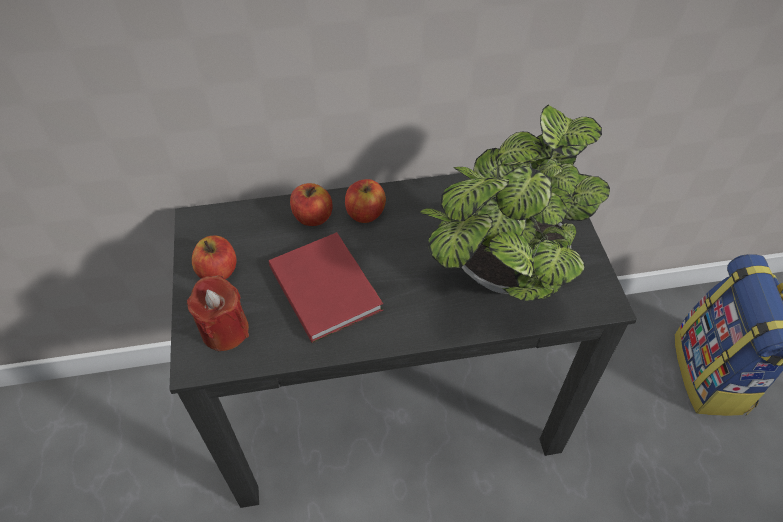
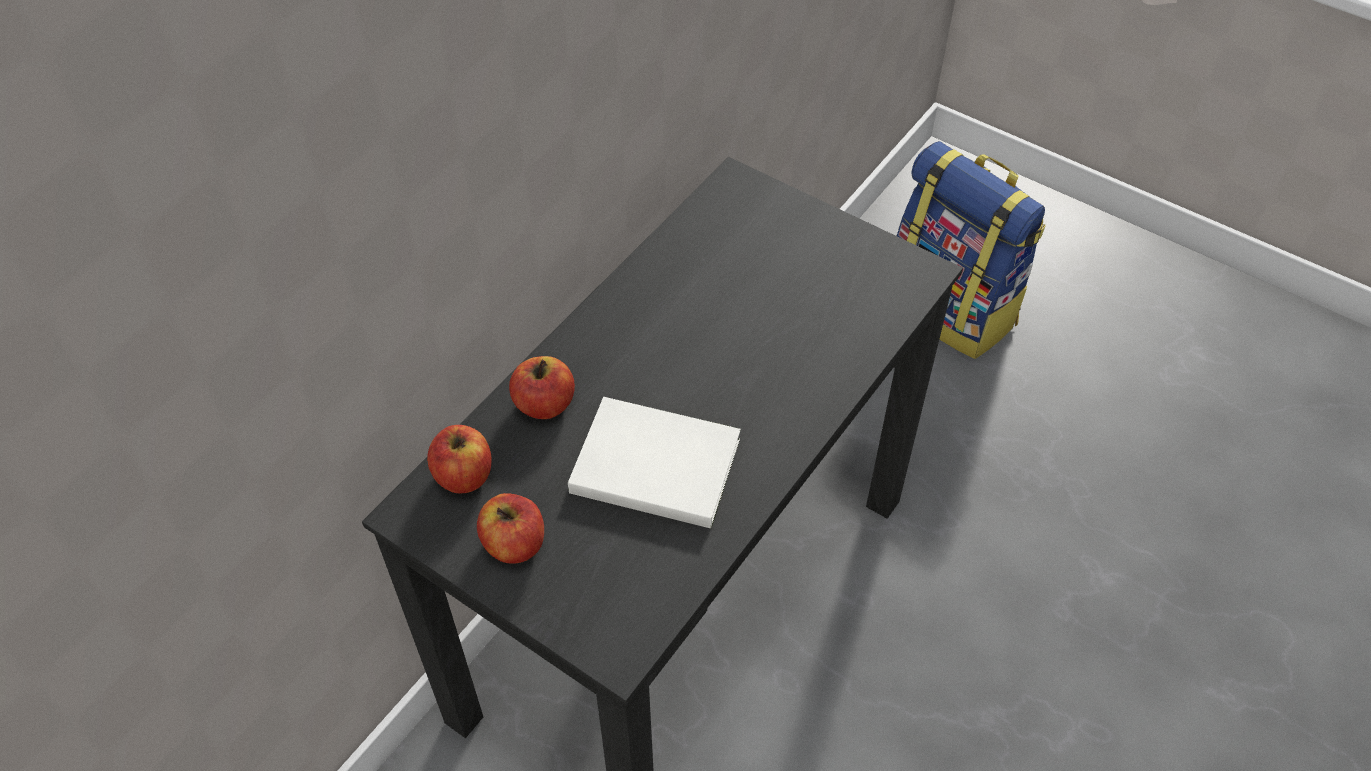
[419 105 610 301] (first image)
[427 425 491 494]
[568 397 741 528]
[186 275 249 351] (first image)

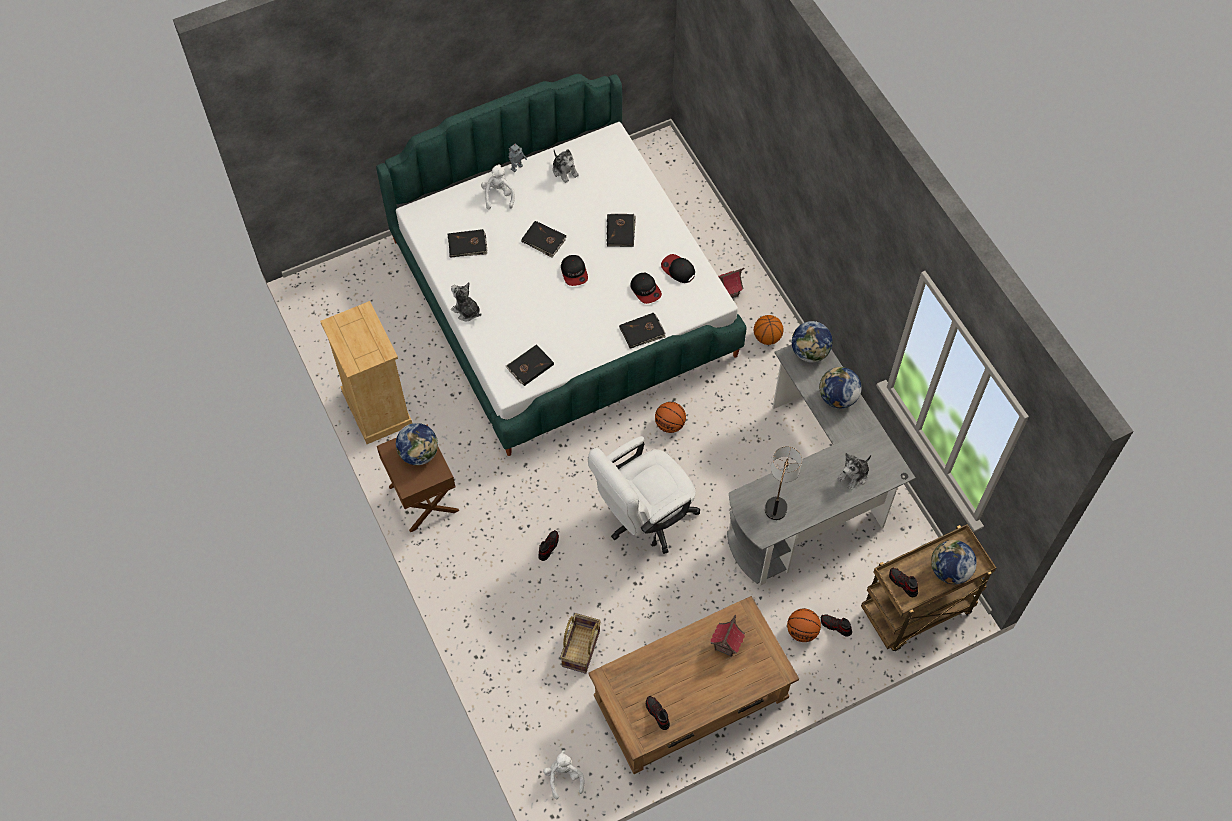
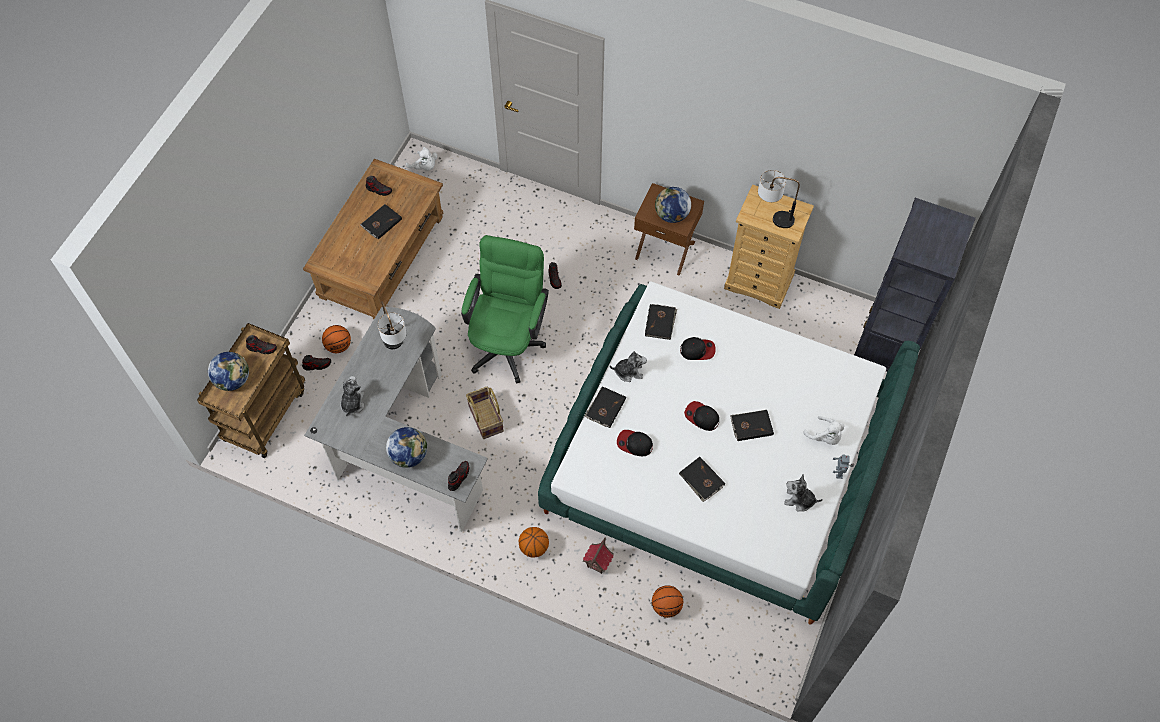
[360 204 402 240]
[680 337 716 360]
[610 351 647 382]
[448 461 469 491]
[652 585 683 618]
[461 235 549 384]
[466 387 504 439]
[711 615 745 657] (first image)
[758 170 800 228]
[854 198 976 372]

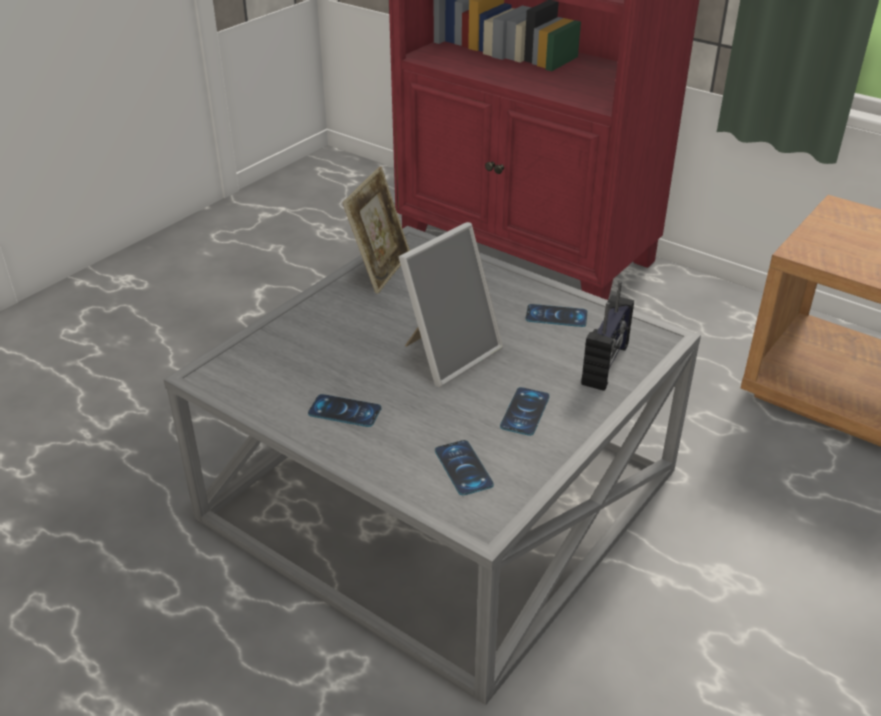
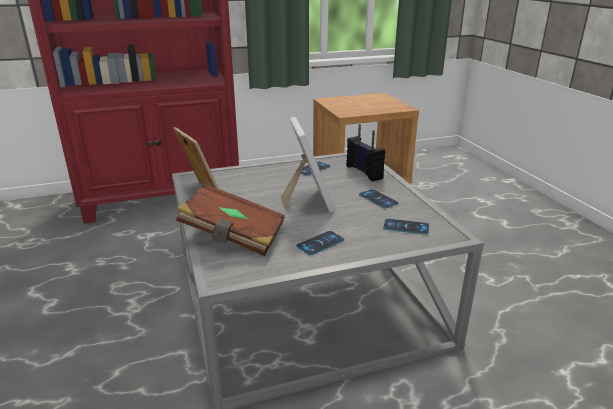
[176 184 285 256]

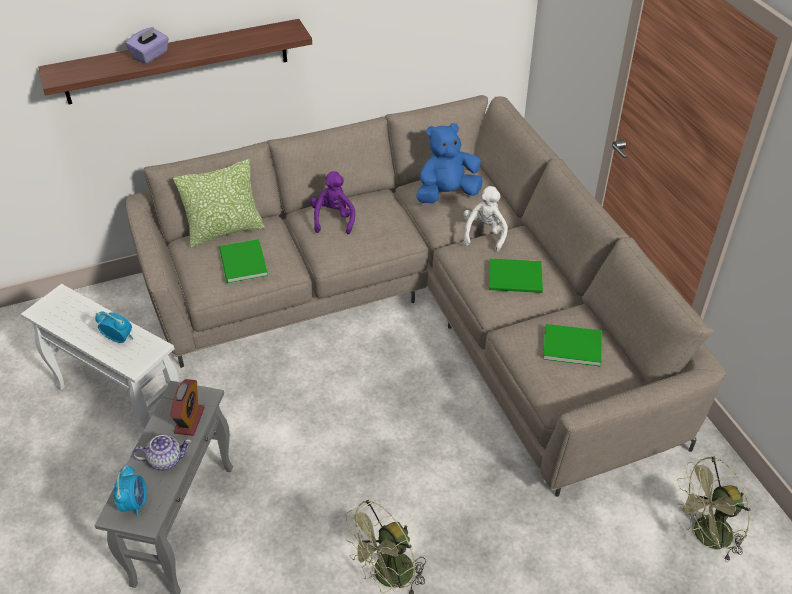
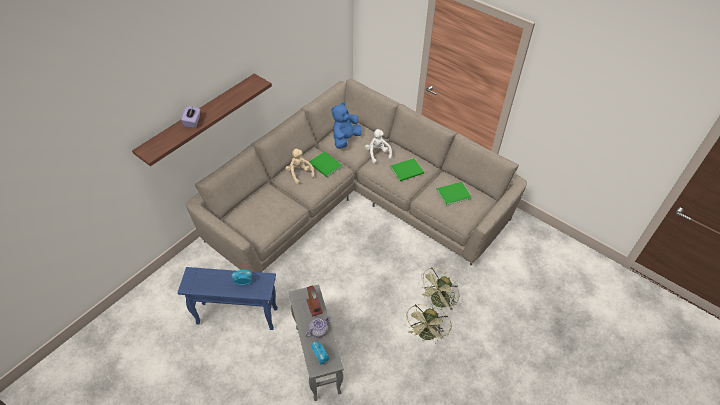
[173 159 265 248] (first image)
[285 148 314 184]
[309 151 342 177]
[177 267 278 330]
[418 267 460 311]

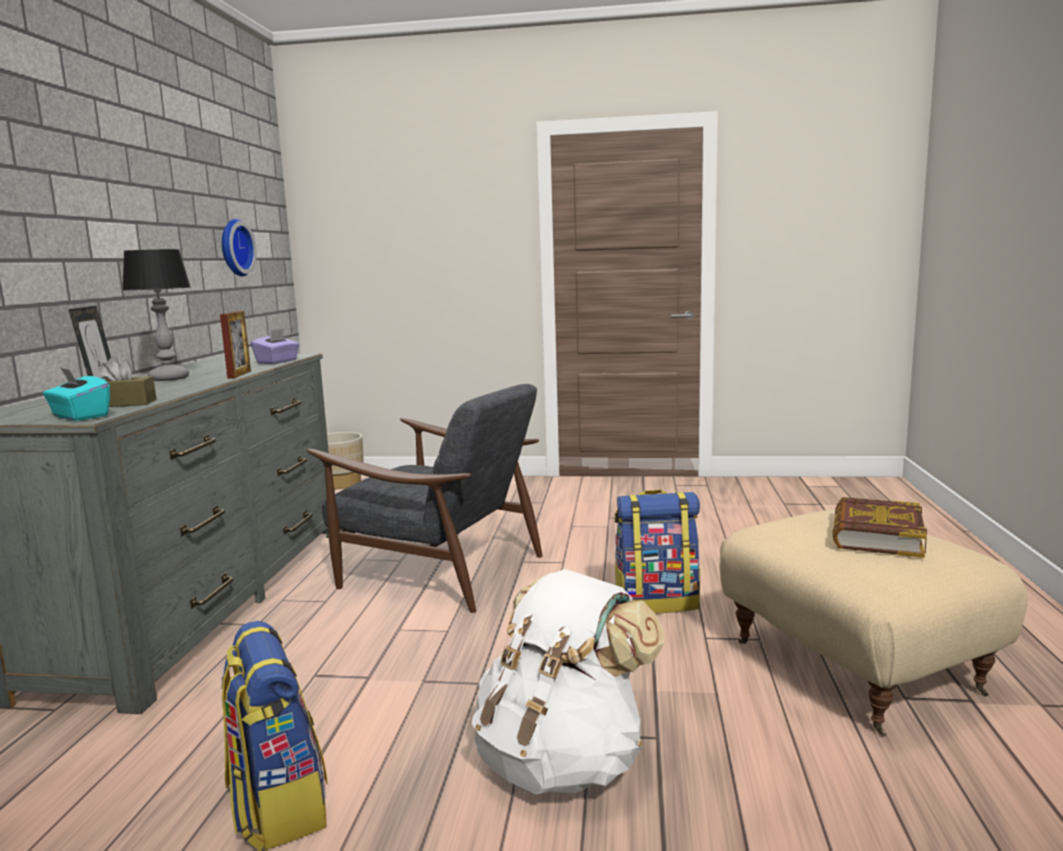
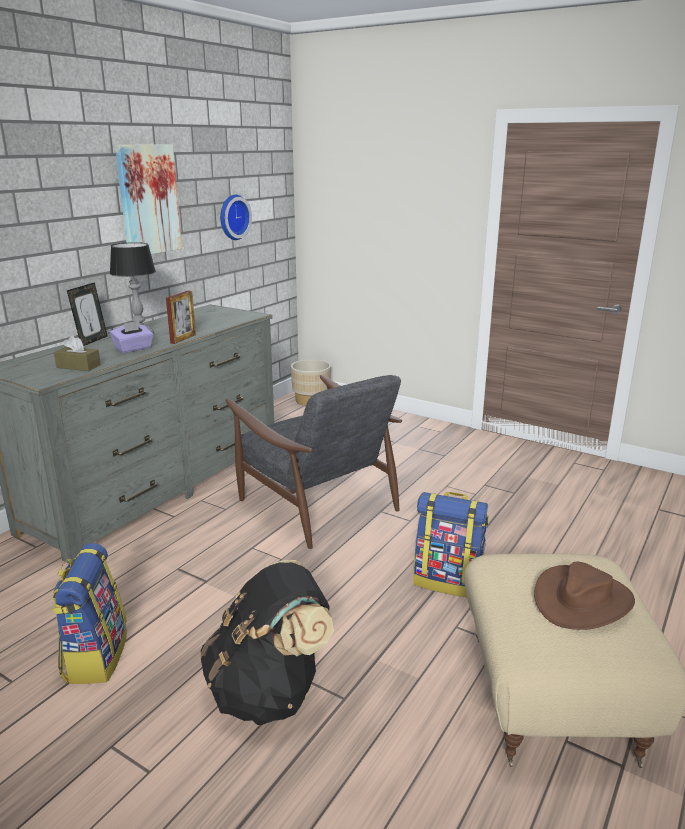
[110 321 153 353]
[43 367 110 421] (first image)
[534 562 635 630]
[200 560 334 725]
[115 144 182 254]

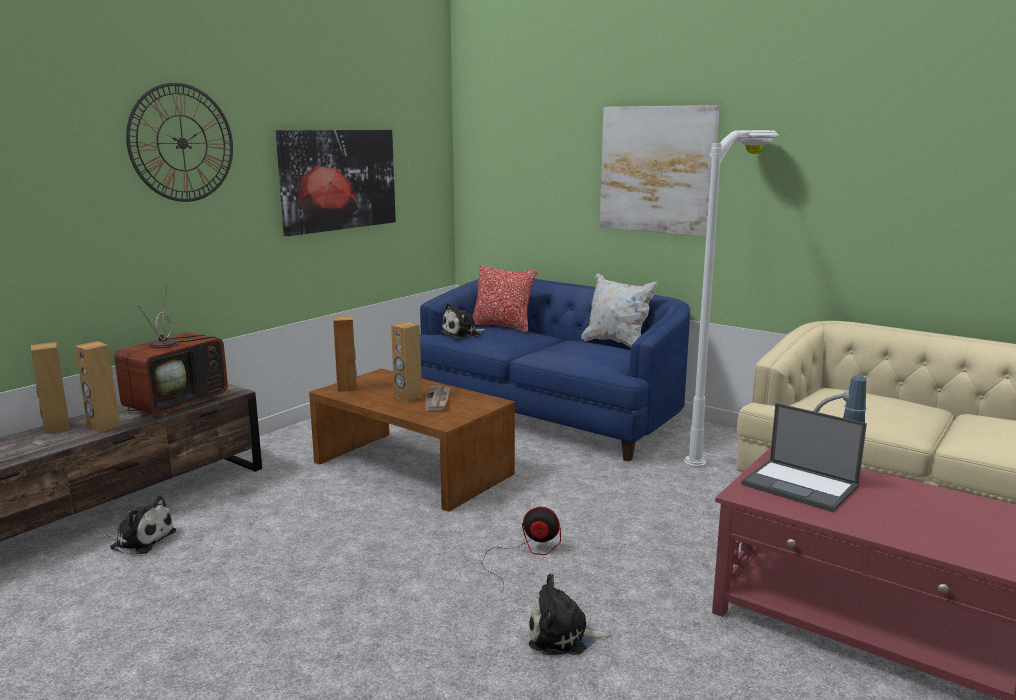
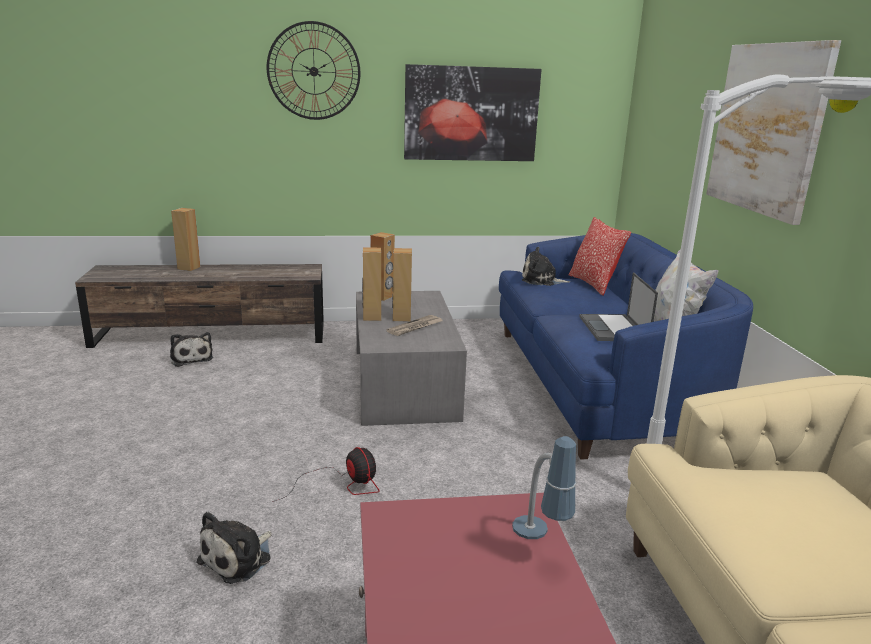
[114 285 228 417] (first image)
[362 248 381 321]
[356 291 467 426]
[579 272 658 341]
[197 511 272 584]

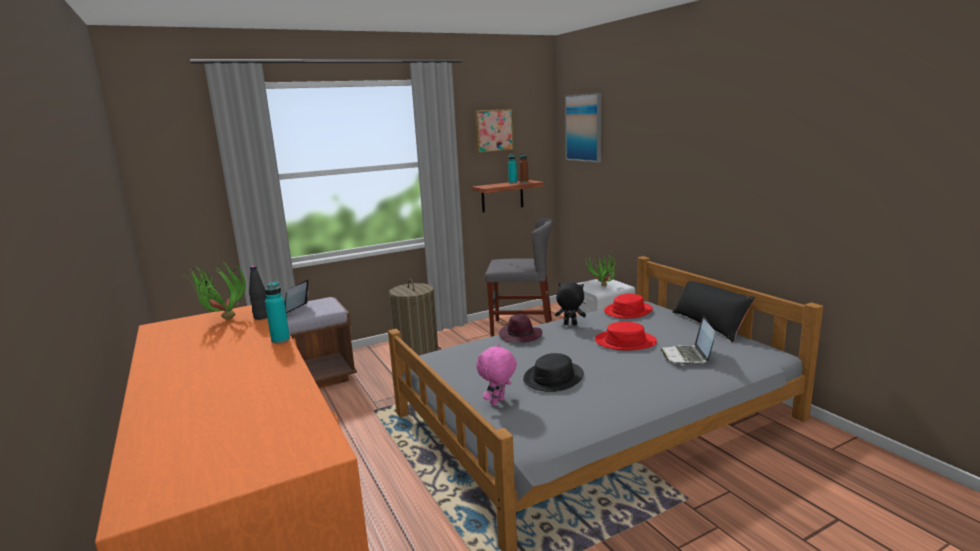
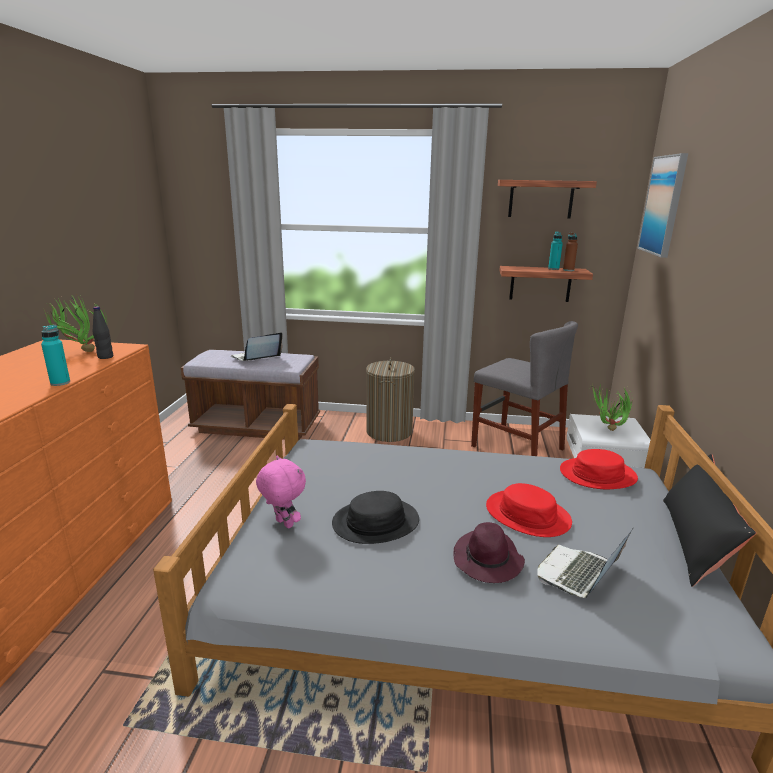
[498 180 597 218]
[555 282 586 325] (first image)
[453 522 525 583]
[256 456 306 528]

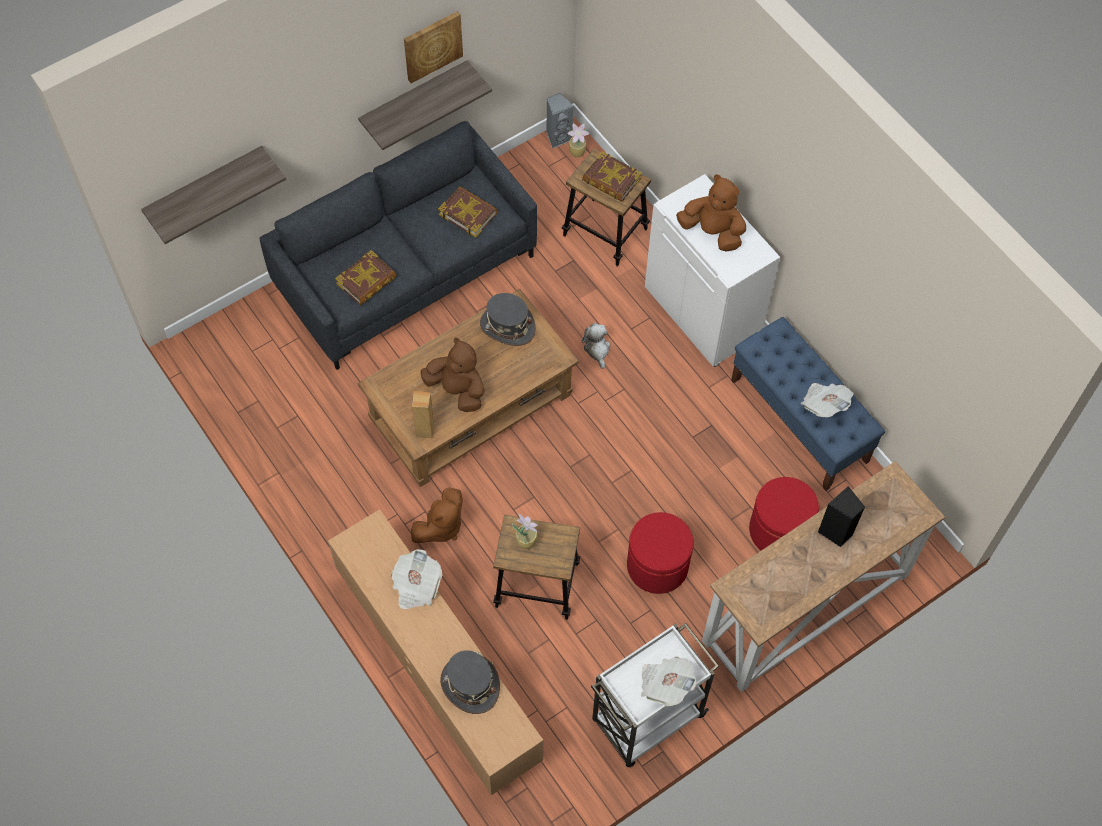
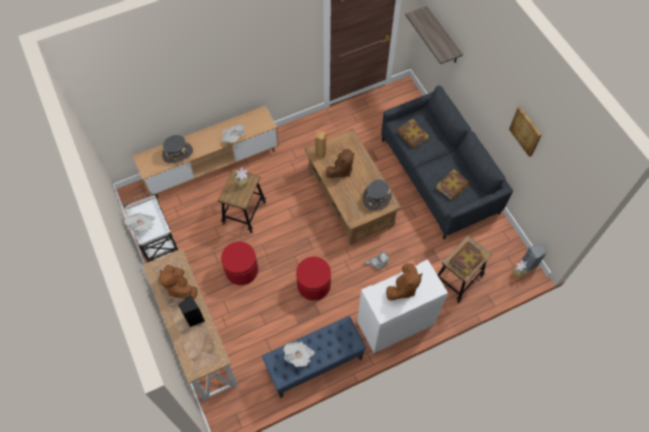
[358 60 492 150] (first image)
[296 257 331 301]
[159 264 197 299]

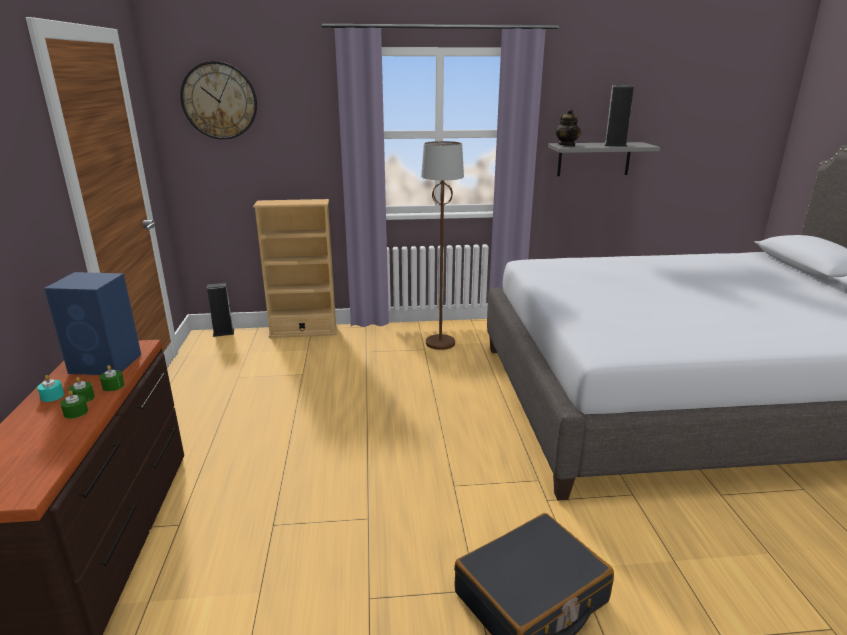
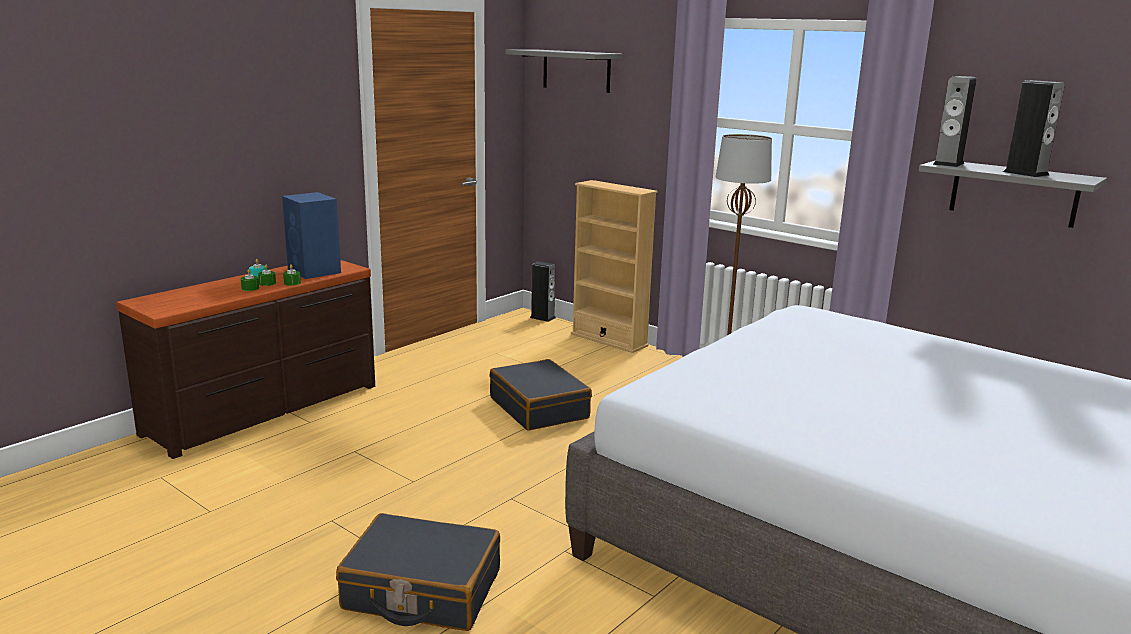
[505 49 623 93]
[933 76 977 167]
[489 359 592 431]

